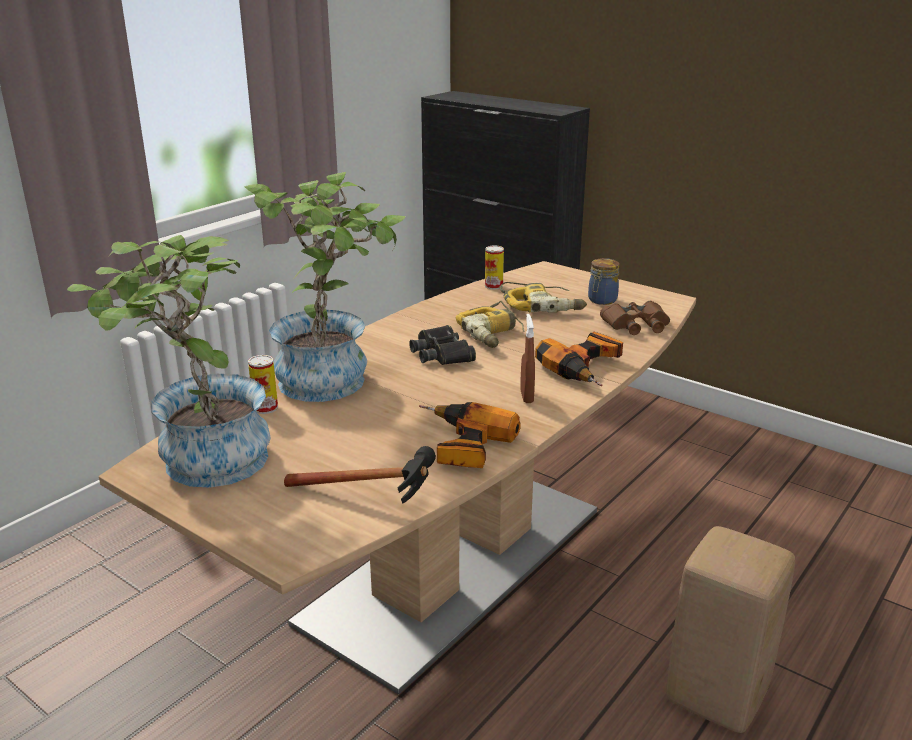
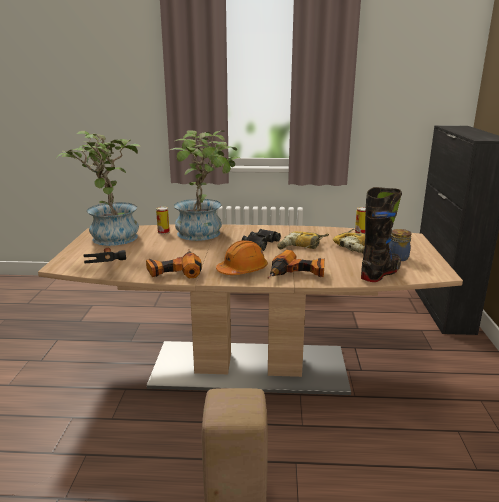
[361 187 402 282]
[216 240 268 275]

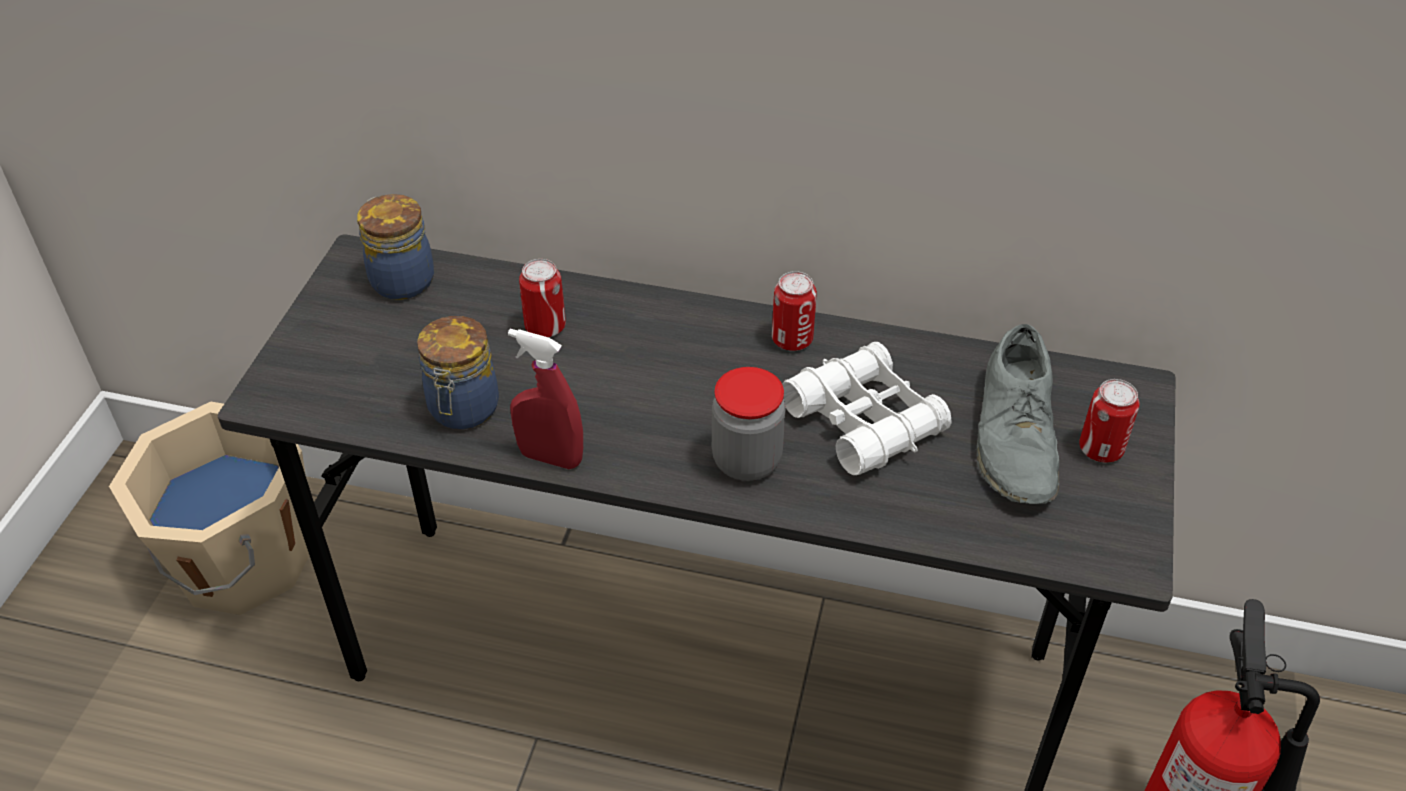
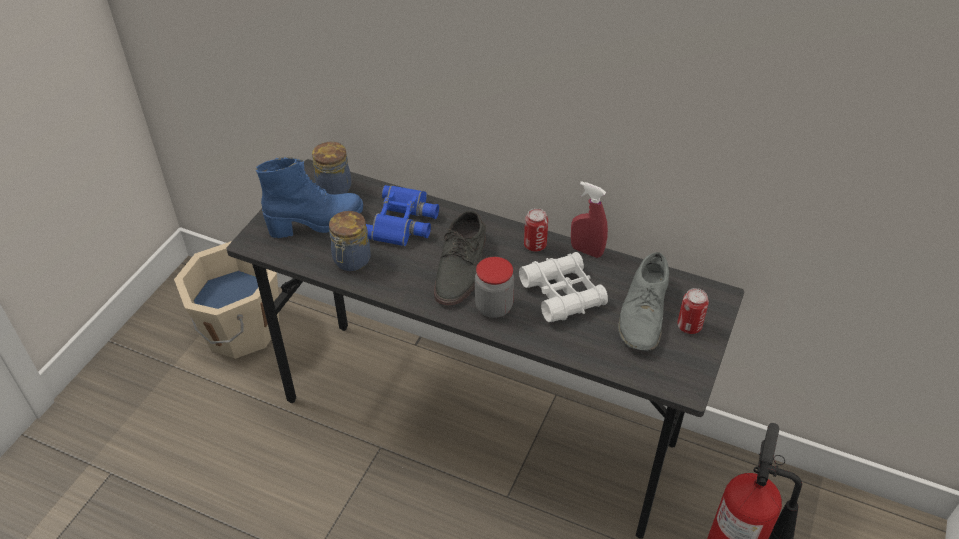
[366 185 439 246]
[571 181 608 258]
[256 157 363 238]
[434 211 486 305]

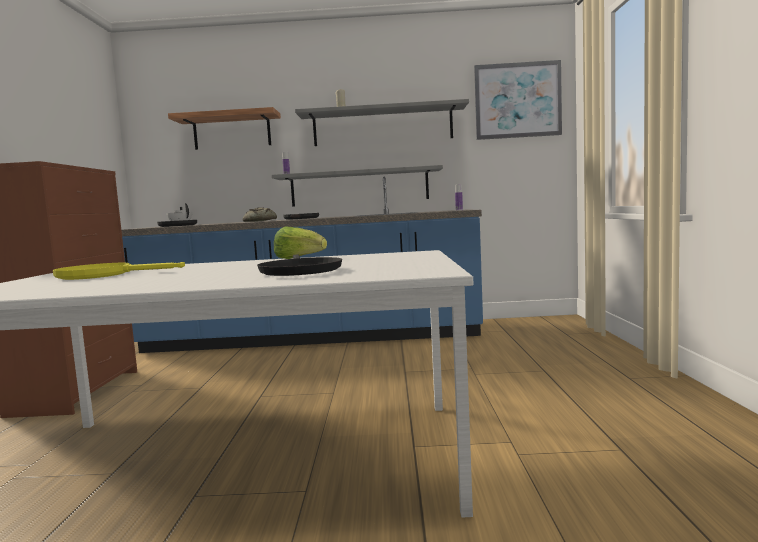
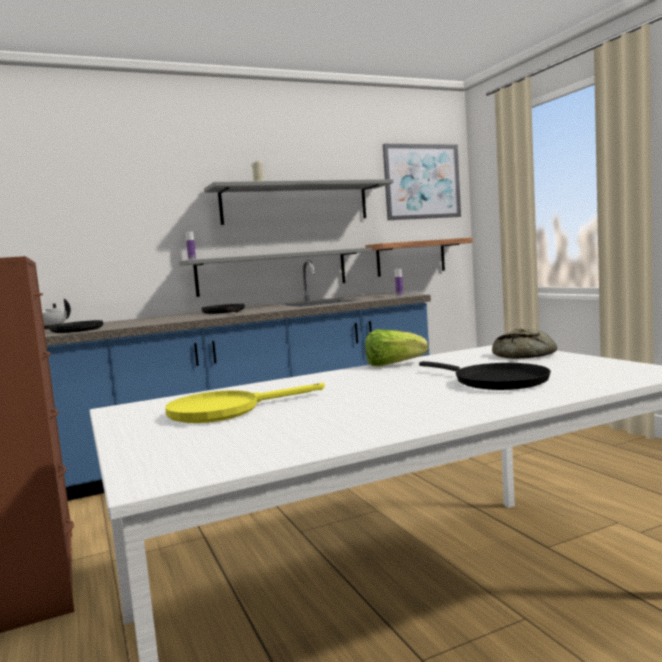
[365 237 473 277]
[492 329 557 359]

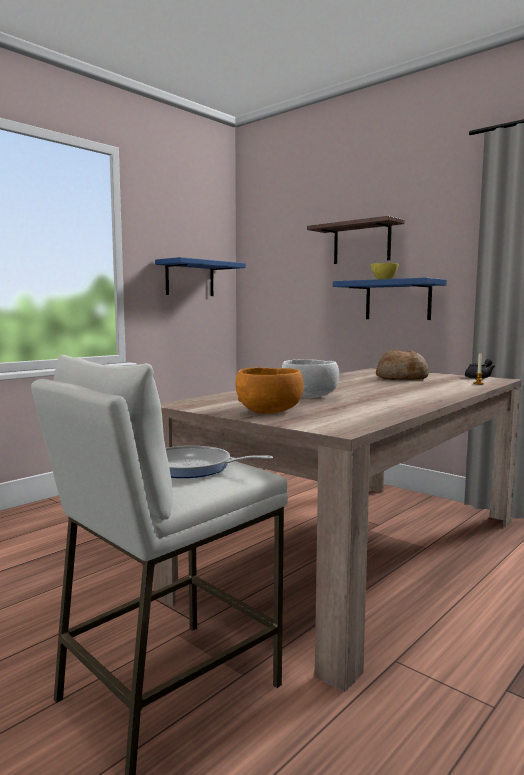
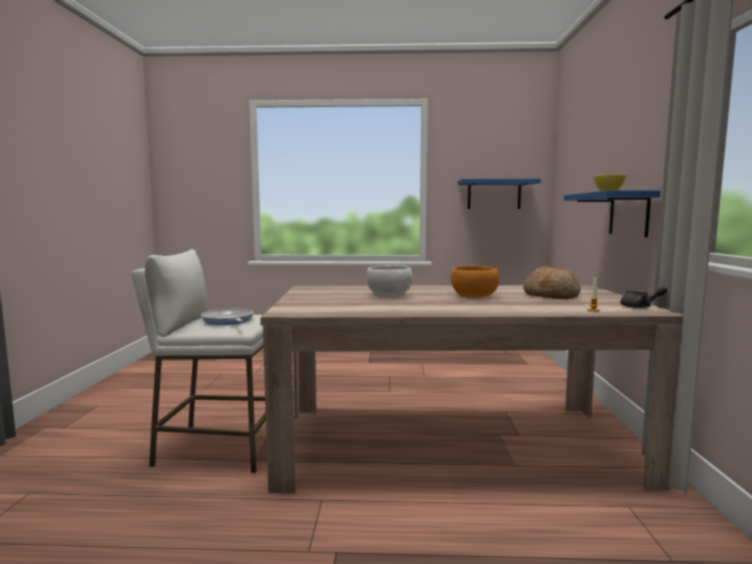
[307 216 405 264] (first image)
[451 266 499 298]

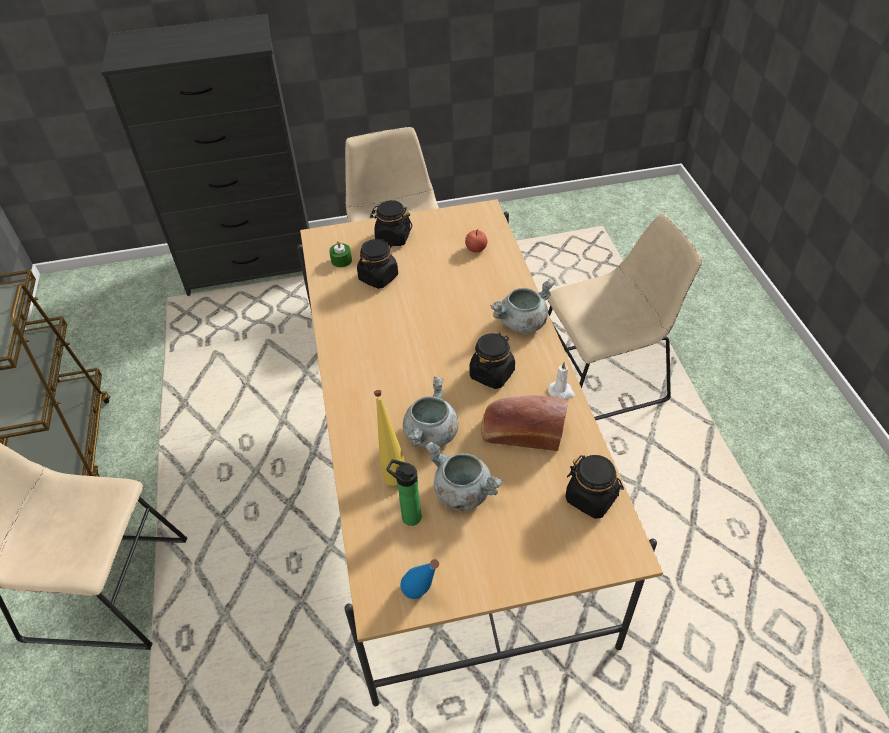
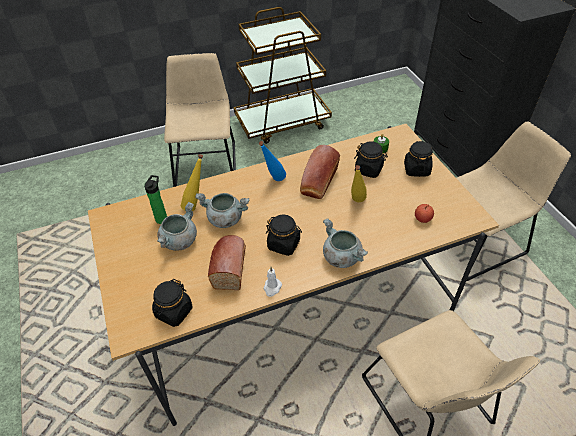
[259 141 286 181]
[300 145 340 199]
[351 165 367 202]

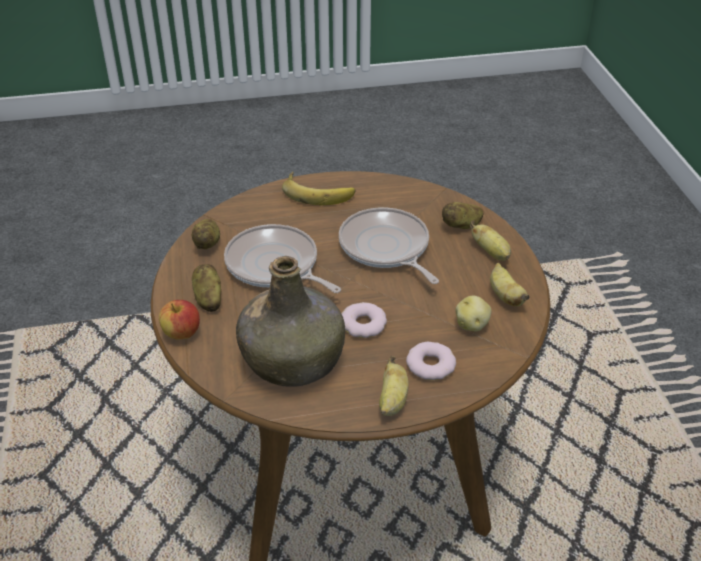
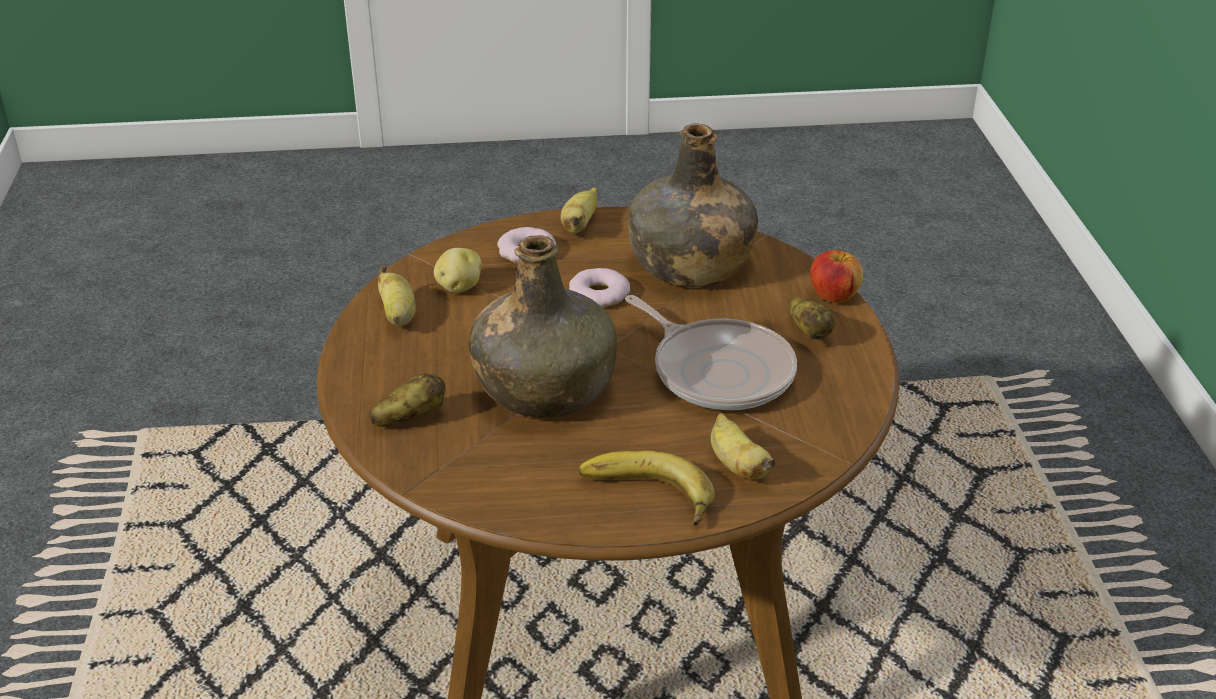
[469 235 617 418]
[192 219 220 249] (first image)
[711 413 776 479]

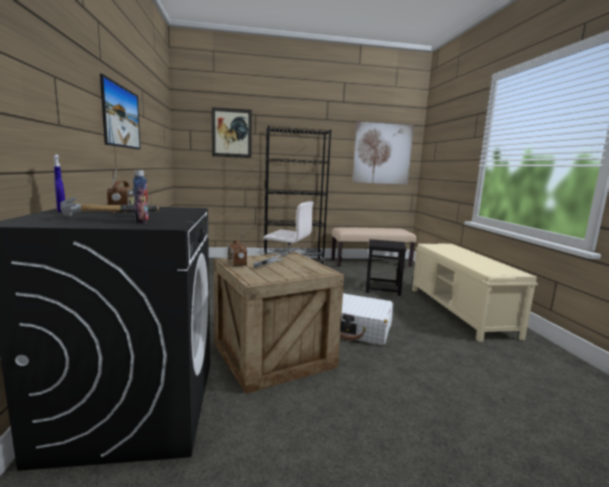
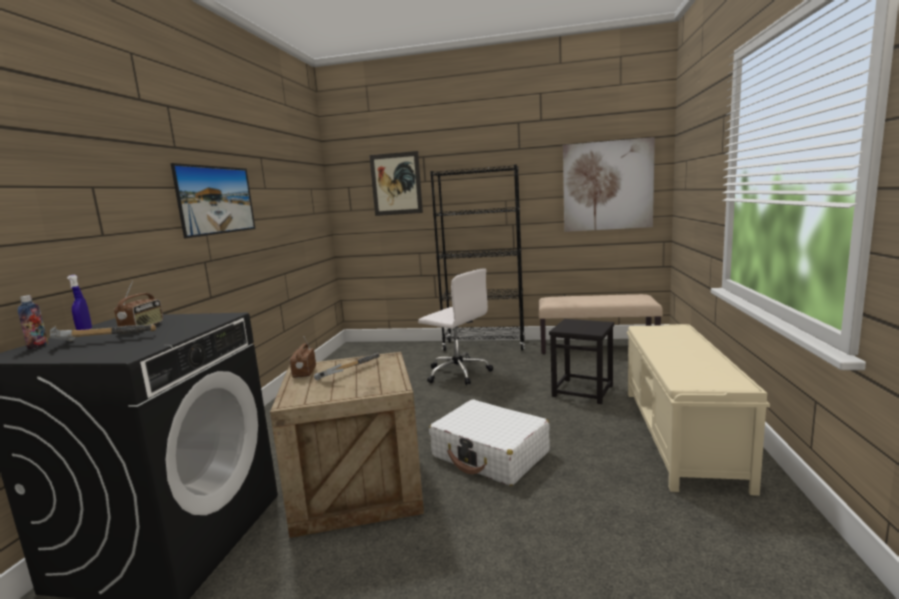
[18 295 49 349]

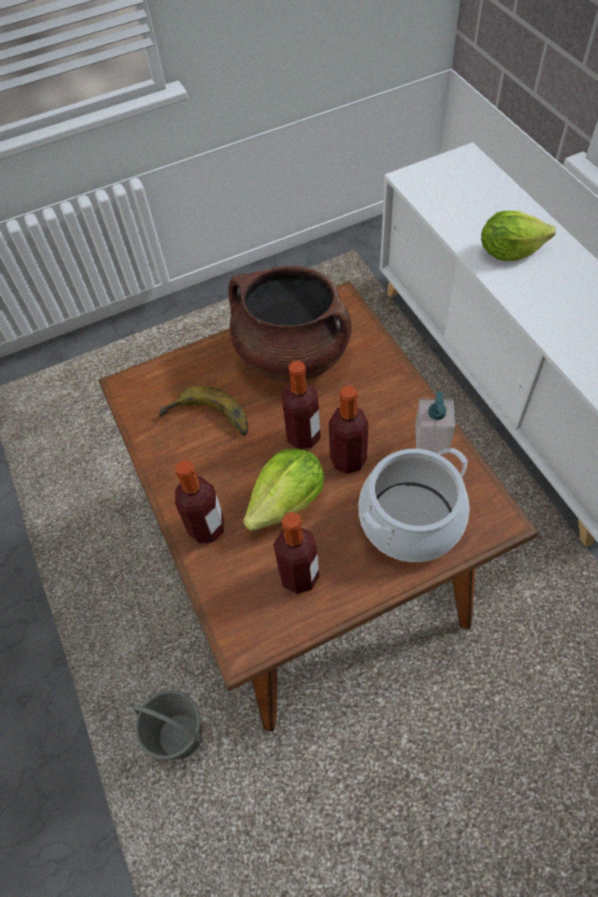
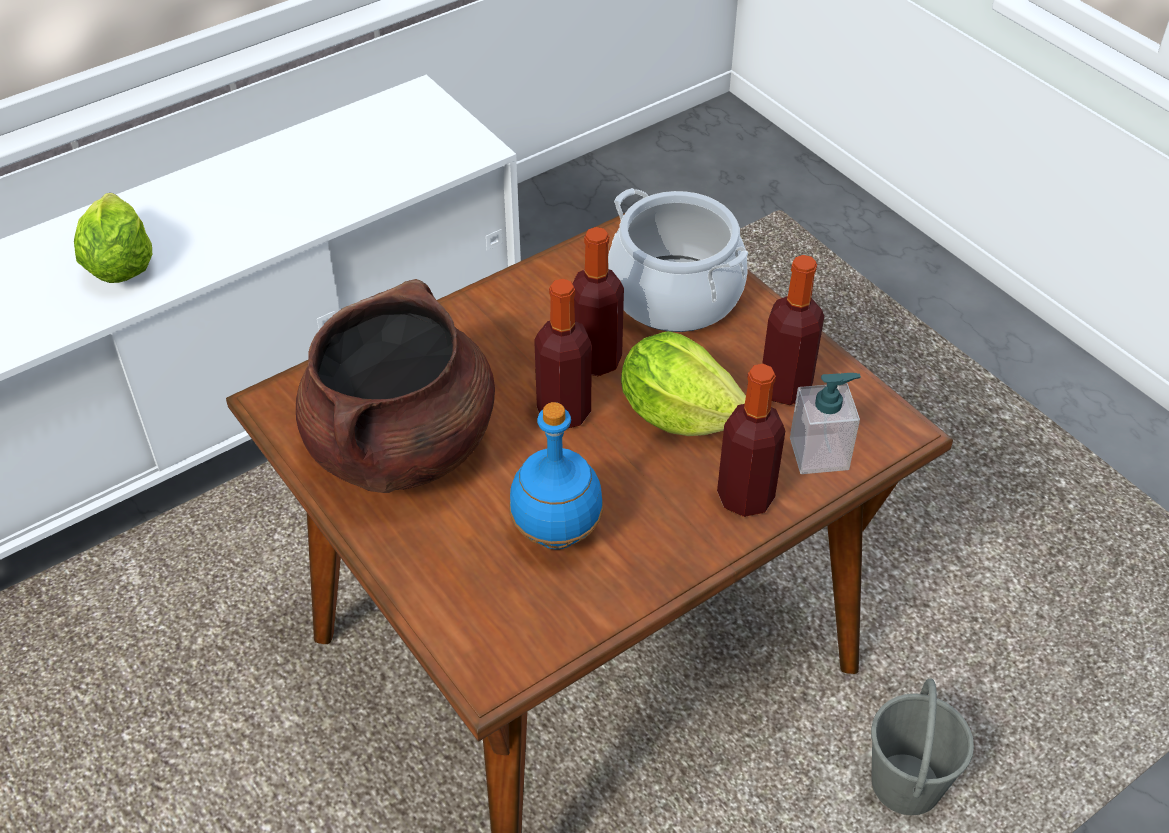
[509 402 603 550]
[790 373 861 474]

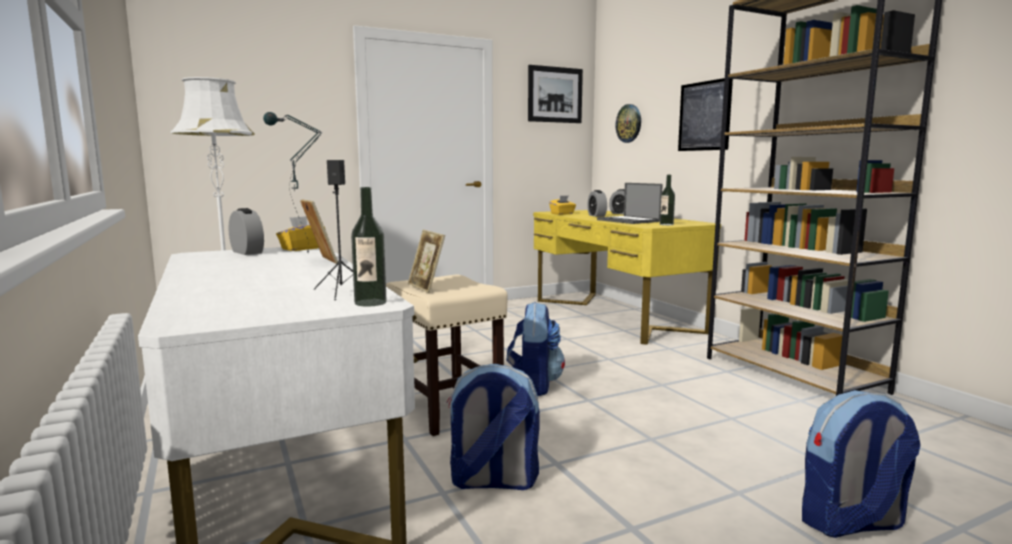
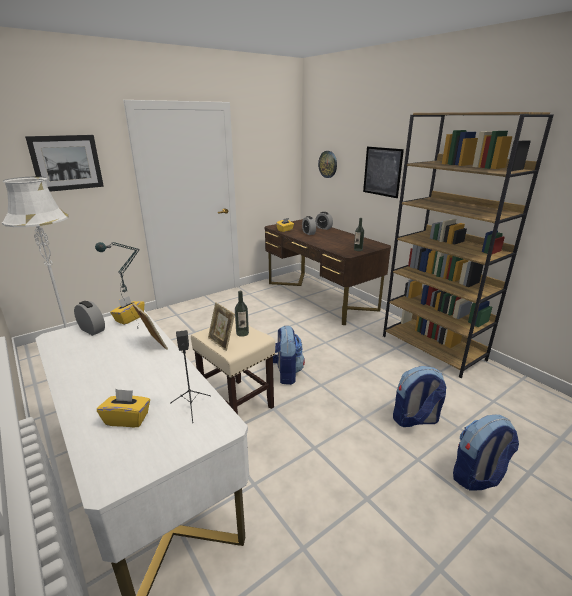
[25 135 104 192]
[597 183 663 224] (first image)
[235 291 249 337]
[264 219 391 325]
[393 366 446 427]
[97 389 150 427]

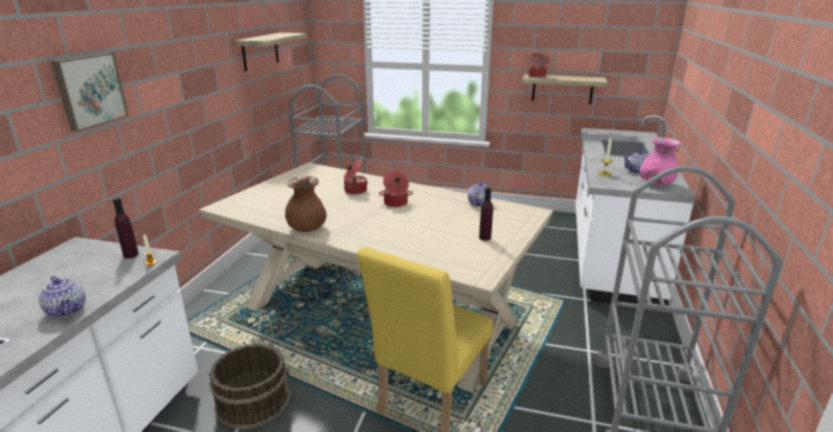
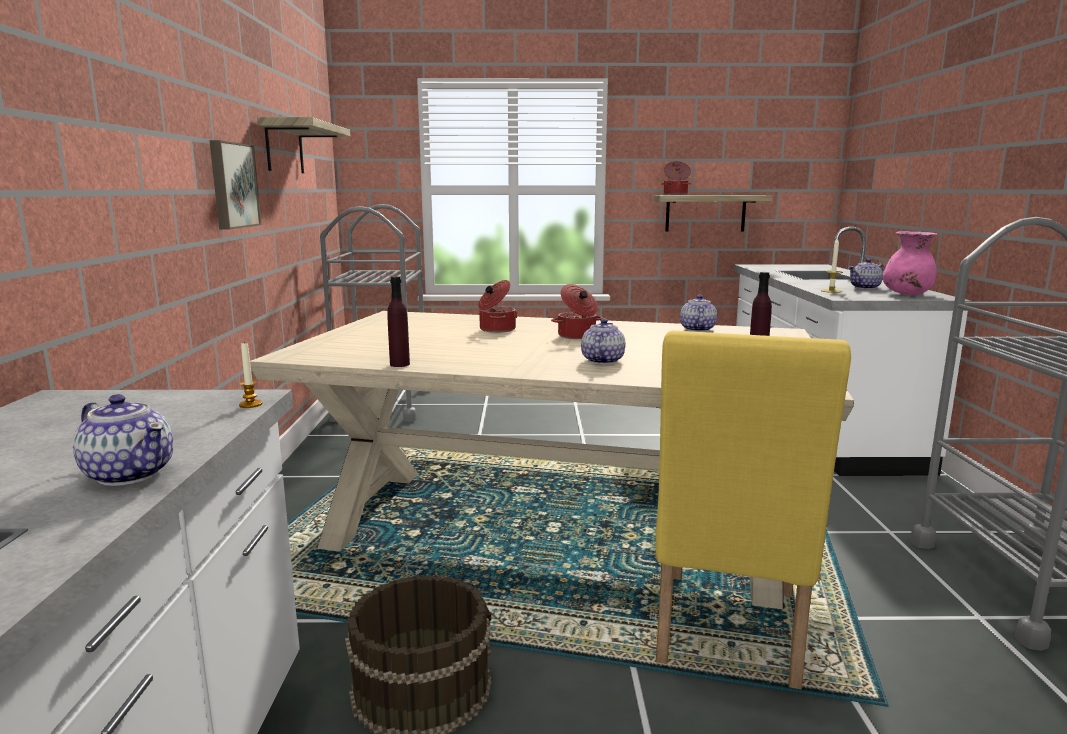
[209 140 261 229]
[285 176 326 232] (first image)
[387 276 410 367]
[581 319 625 364]

